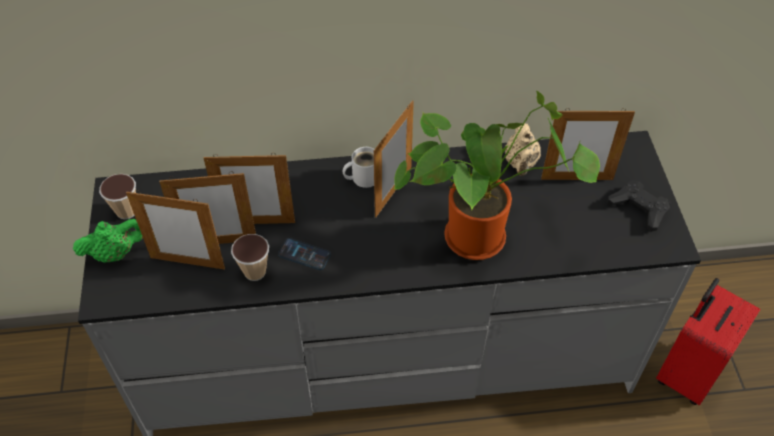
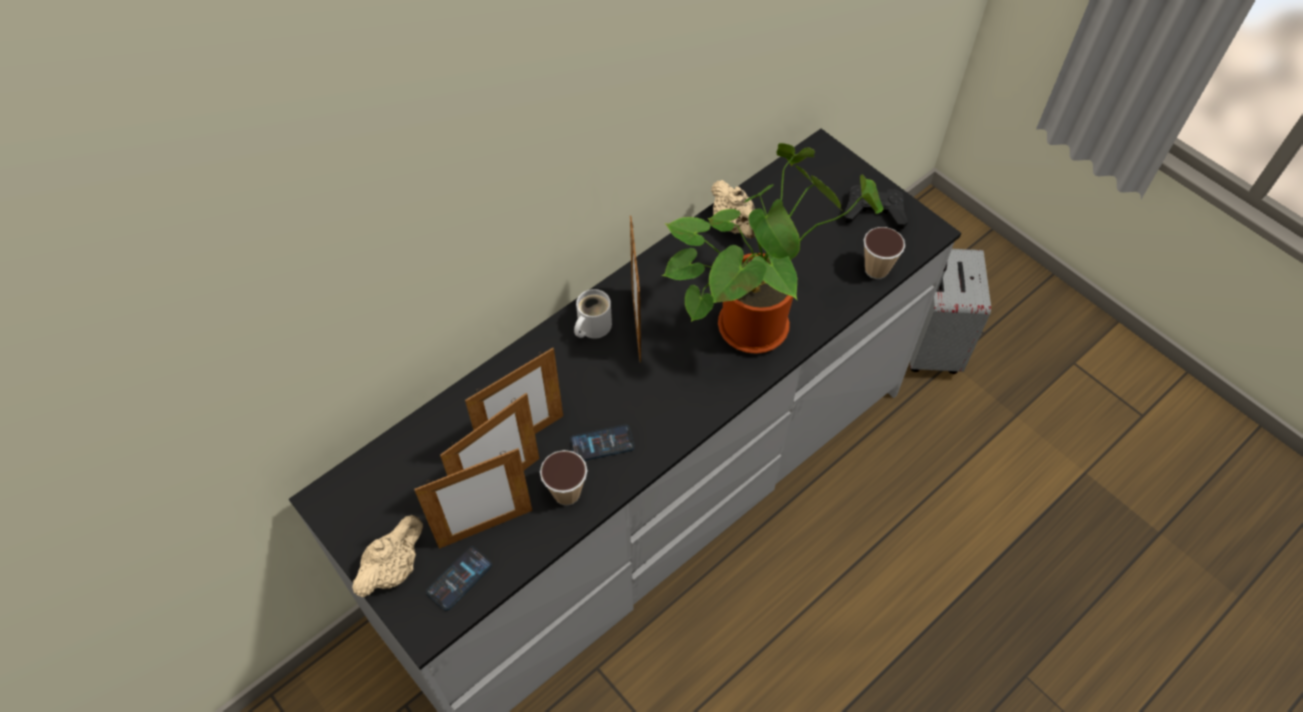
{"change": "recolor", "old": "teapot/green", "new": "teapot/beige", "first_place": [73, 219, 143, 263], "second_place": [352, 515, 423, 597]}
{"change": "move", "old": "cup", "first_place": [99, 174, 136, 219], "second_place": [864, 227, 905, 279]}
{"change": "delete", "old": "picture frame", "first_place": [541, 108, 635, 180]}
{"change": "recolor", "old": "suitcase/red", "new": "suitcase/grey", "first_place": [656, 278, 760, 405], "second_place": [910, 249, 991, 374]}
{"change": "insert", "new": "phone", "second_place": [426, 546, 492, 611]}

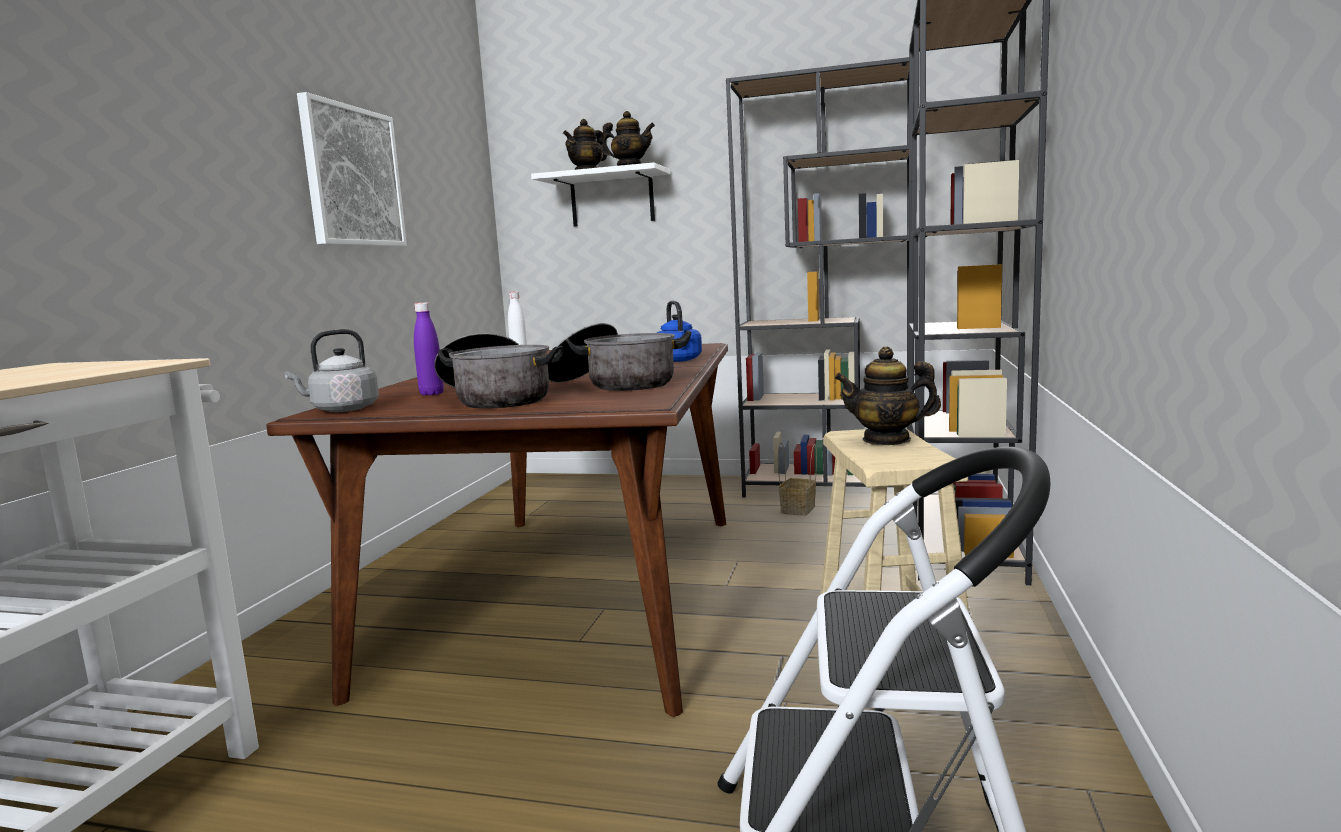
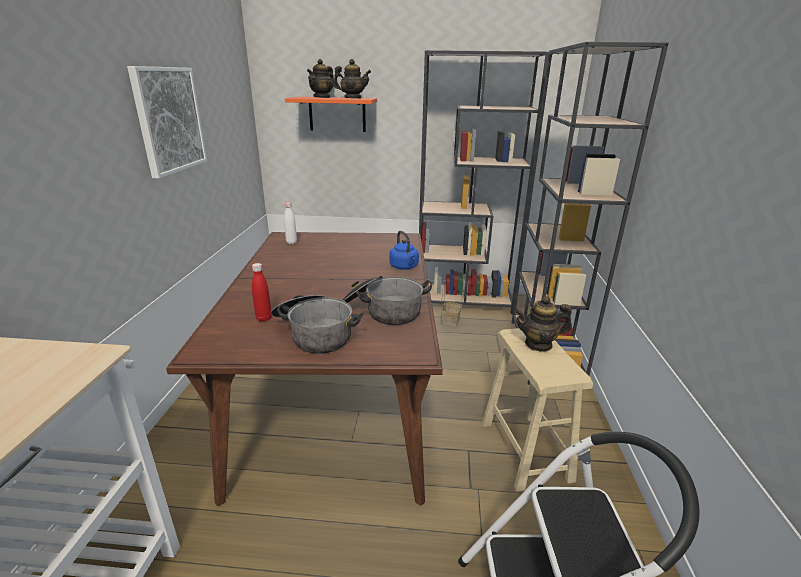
{"change": "delete", "old": "kettle/grey", "first_place": [284, 329, 379, 412]}
{"change": "recolor", "old": "bottle/purple", "new": "bottle/red", "first_place": [414, 302, 444, 396], "second_place": [252, 263, 272, 322]}
{"change": "recolor", "old": "shelf/white", "new": "shelf/orange", "first_place": [531, 162, 670, 226], "second_place": [285, 97, 377, 132]}

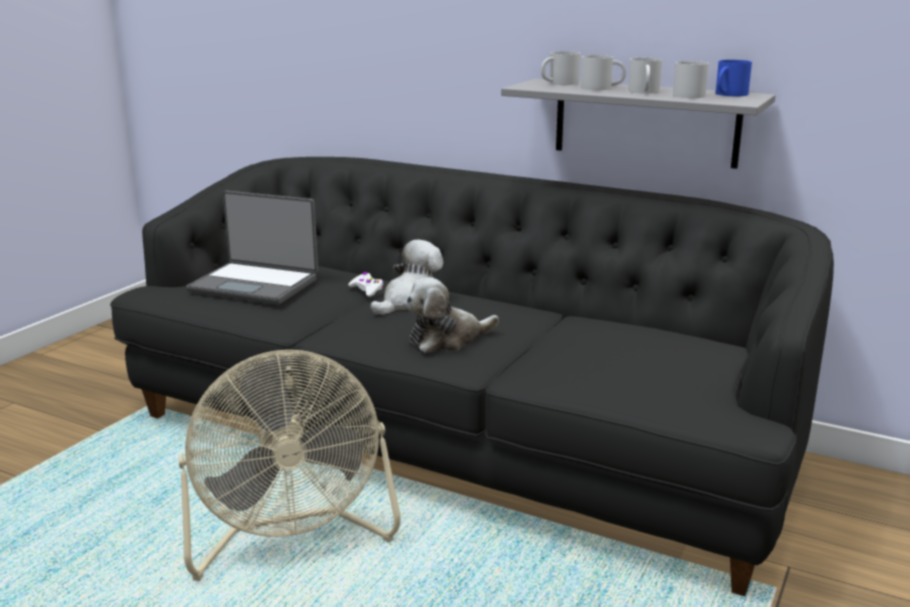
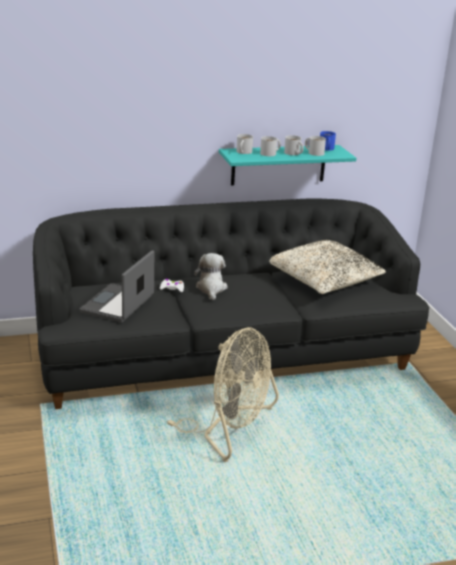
{"change": "rotate", "old": "laptop", "first_place": [186, 191, 318, 305], "second_place": [79, 250, 154, 323], "degrees": 135}
{"change": "delete", "old": "plush toy", "first_place": [405, 277, 499, 353]}
{"change": "recolor", "old": "shelf/grey", "new": "shelf/turquoise", "first_place": [501, 79, 776, 169], "second_place": [219, 145, 356, 185]}
{"change": "insert", "new": "pillow/beige", "second_place": [269, 240, 386, 294]}

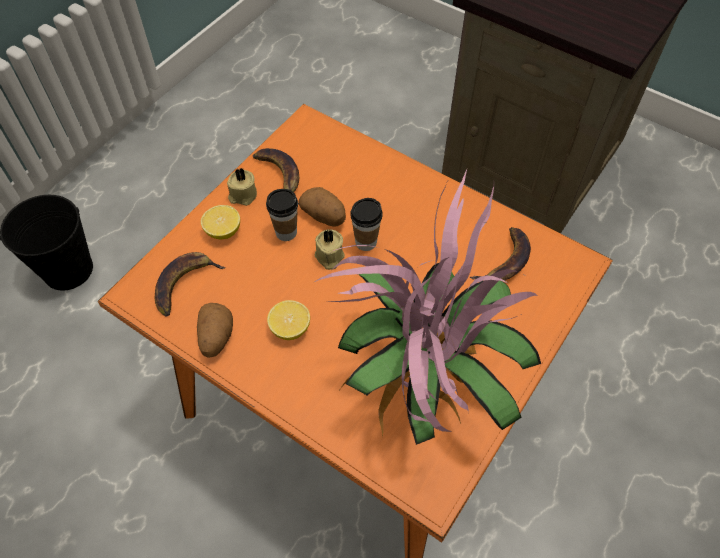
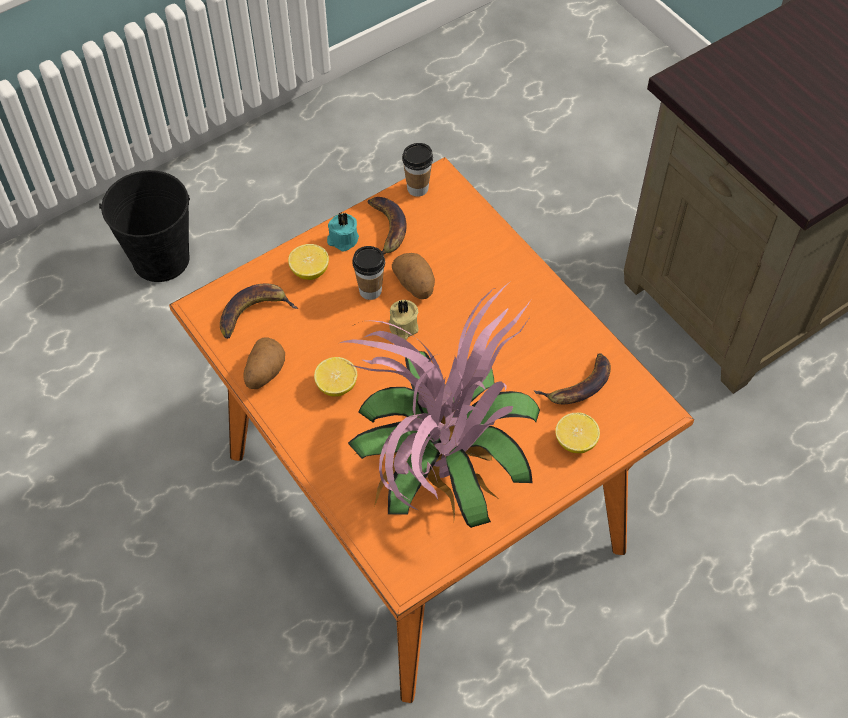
{"change": "recolor", "old": "candle/beige", "new": "candle/turquoise", "first_place": [227, 168, 257, 206], "second_place": [327, 212, 359, 252]}
{"change": "move", "old": "cup", "first_place": [350, 198, 382, 251], "second_place": [402, 143, 433, 197]}
{"change": "insert", "new": "lemon", "second_place": [555, 412, 600, 453]}

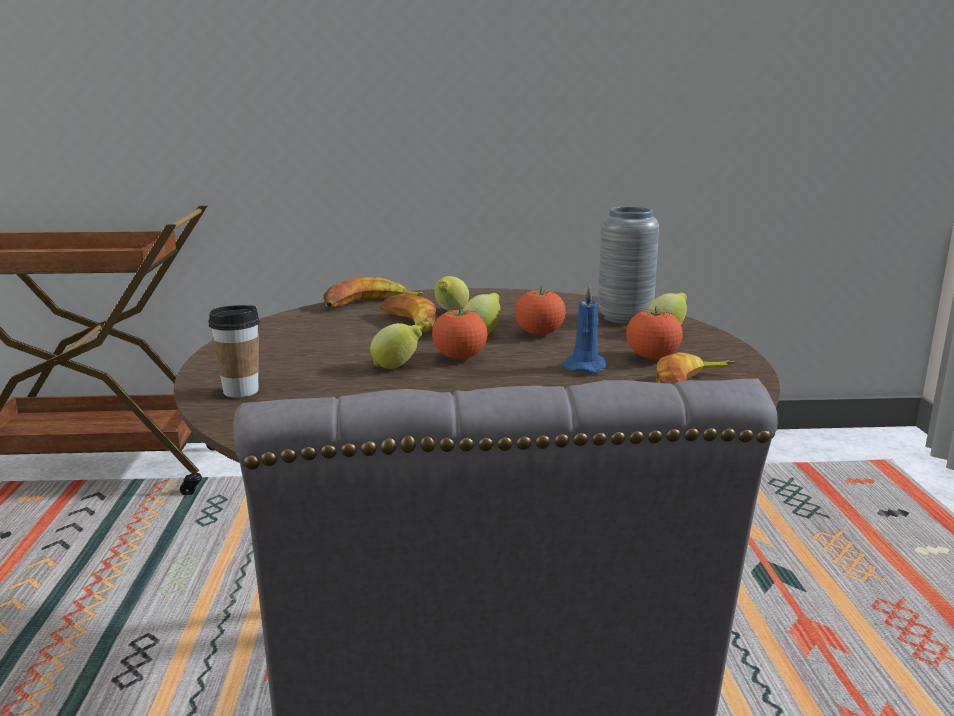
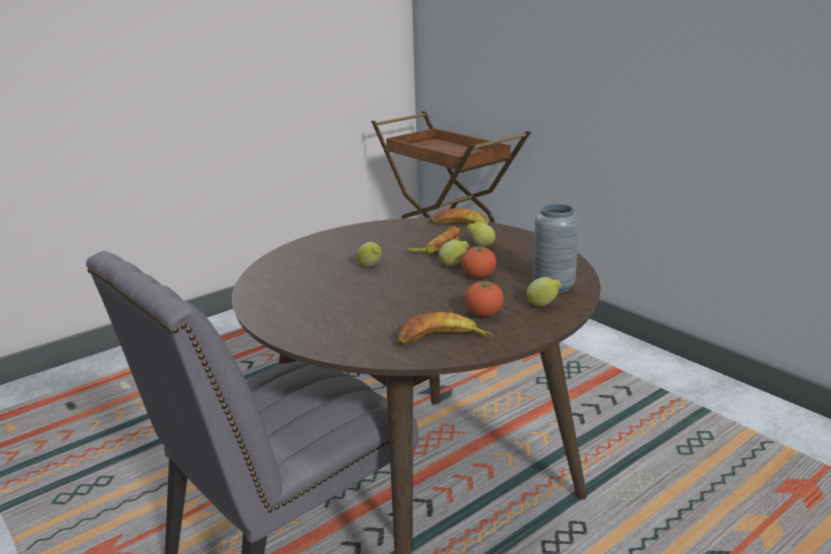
{"change": "delete", "old": "cup", "first_place": [208, 305, 260, 398]}
{"change": "delete", "old": "tomato", "first_place": [432, 306, 487, 359]}
{"change": "delete", "old": "candle/blue", "first_place": [563, 285, 606, 373]}

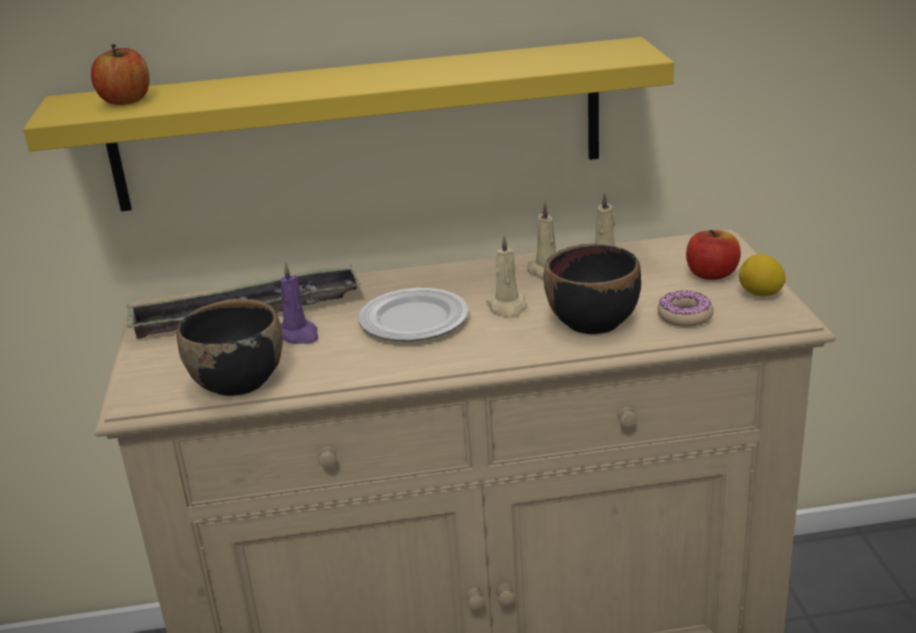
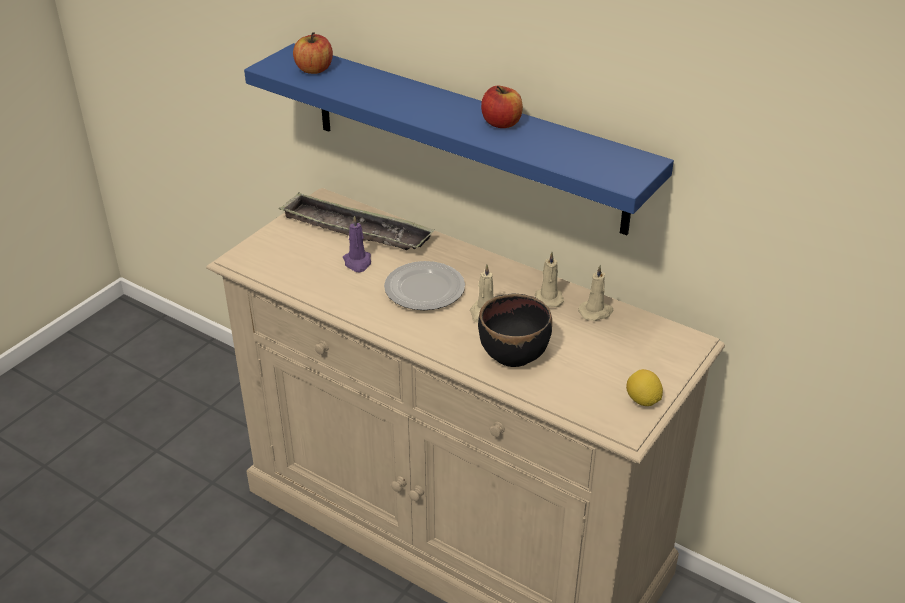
{"change": "recolor", "old": "shelf/yellow", "new": "shelf/blue", "first_place": [23, 37, 674, 211], "second_place": [244, 43, 674, 235]}
{"change": "delete", "old": "bowl/black", "first_place": [176, 299, 283, 396]}
{"change": "delete", "old": "donut", "first_place": [657, 290, 714, 327]}
{"change": "move", "old": "apple", "first_place": [686, 230, 741, 280], "second_place": [481, 86, 523, 128]}

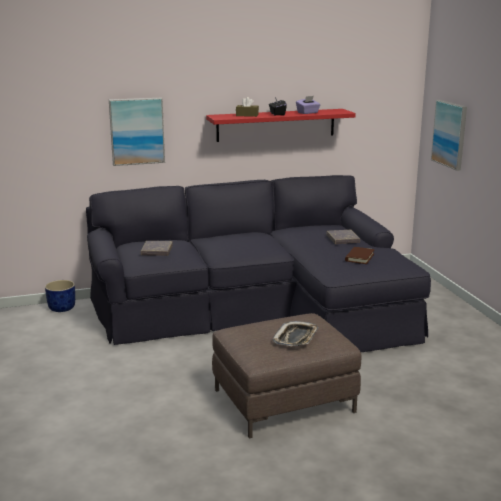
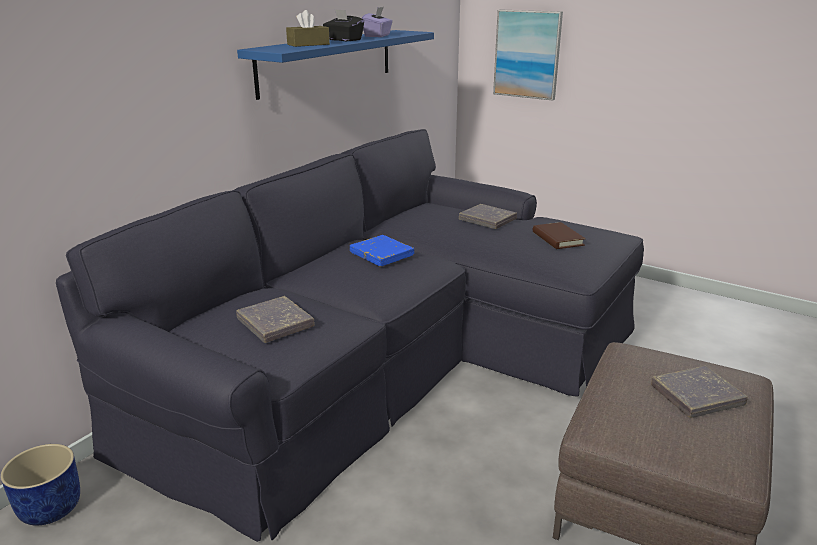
{"change": "delete", "old": "picture", "first_place": [109, 98, 165, 166]}
{"change": "recolor", "old": "shelf/red", "new": "shelf/blue", "first_place": [206, 109, 356, 142], "second_place": [237, 30, 434, 100]}
{"change": "replace", "old": "tray", "new": "book/grey", "first_place": [273, 321, 319, 346], "second_place": [651, 366, 748, 418]}
{"change": "insert", "new": "book/blue", "second_place": [350, 235, 414, 267]}

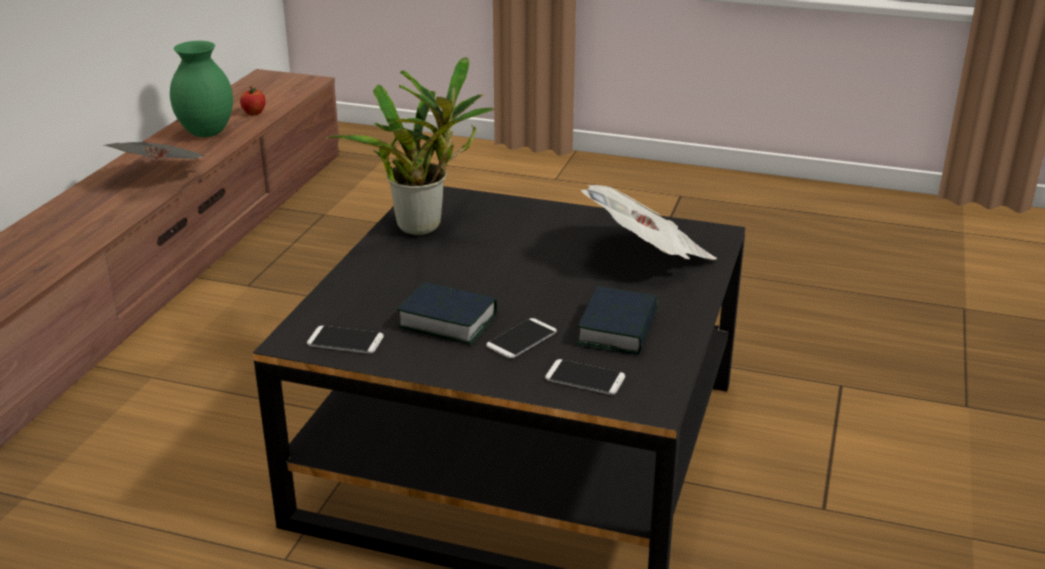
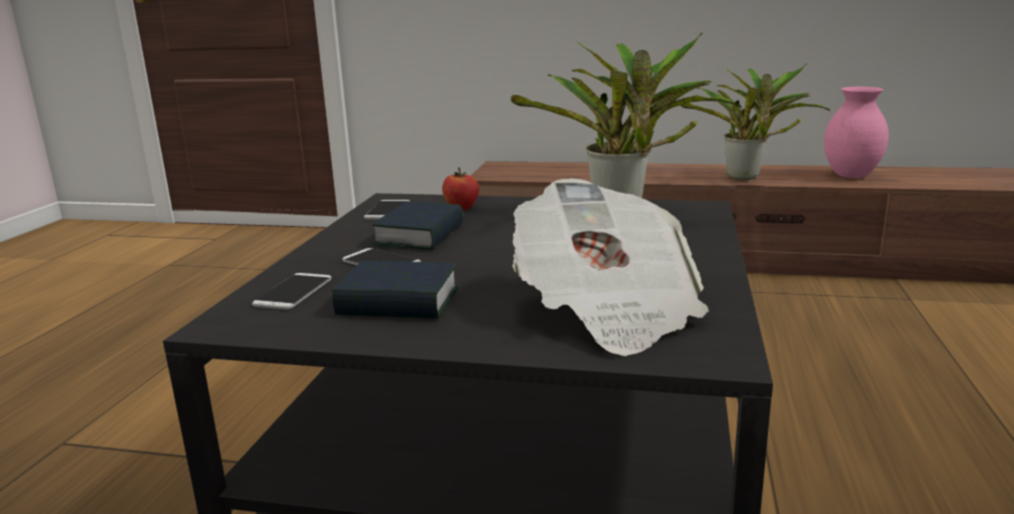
{"change": "replace", "old": "newspaper", "new": "potted plant", "first_place": [104, 142, 204, 161], "second_place": [680, 63, 830, 180]}
{"change": "recolor", "old": "vase/green", "new": "vase/pink", "first_place": [170, 41, 233, 137], "second_place": [824, 87, 889, 178]}
{"change": "move", "old": "apple", "first_place": [240, 86, 266, 115], "second_place": [442, 167, 479, 210]}

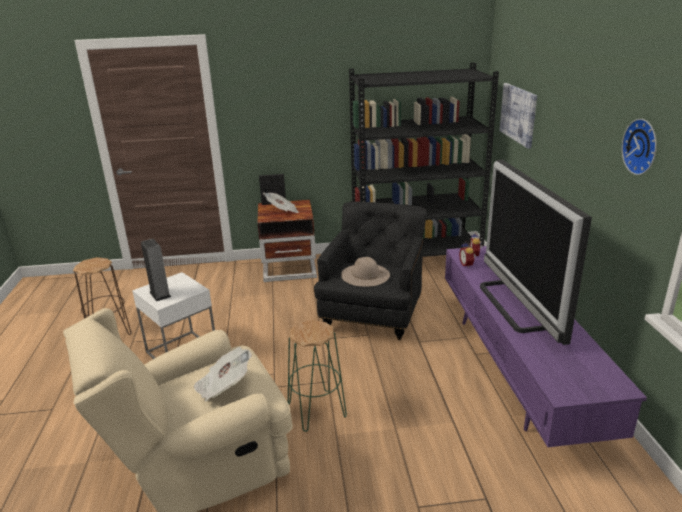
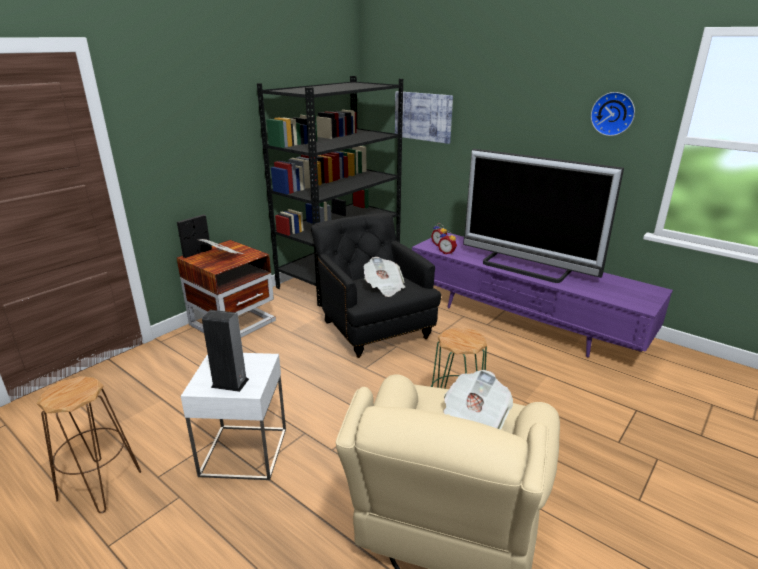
{"change": "replace", "old": "hat/beige", "new": "newspaper", "first_place": [341, 257, 390, 287], "second_place": [363, 257, 405, 297]}

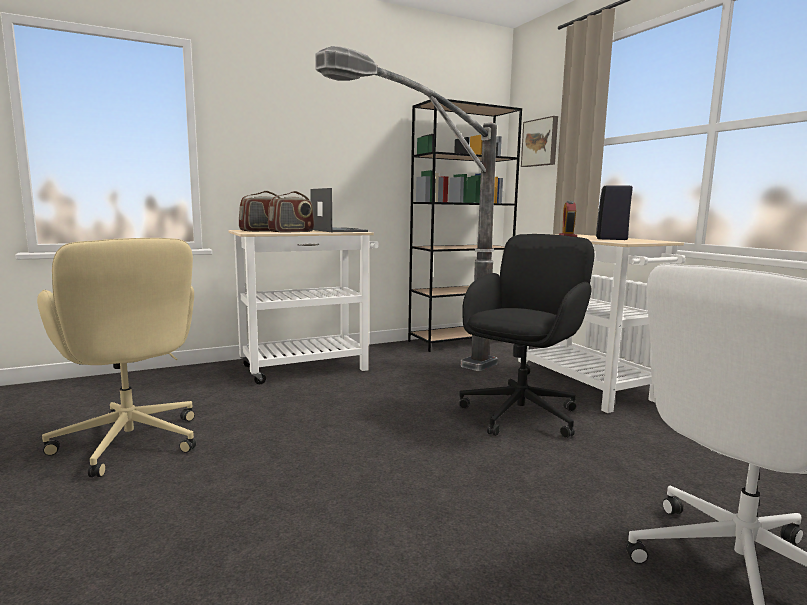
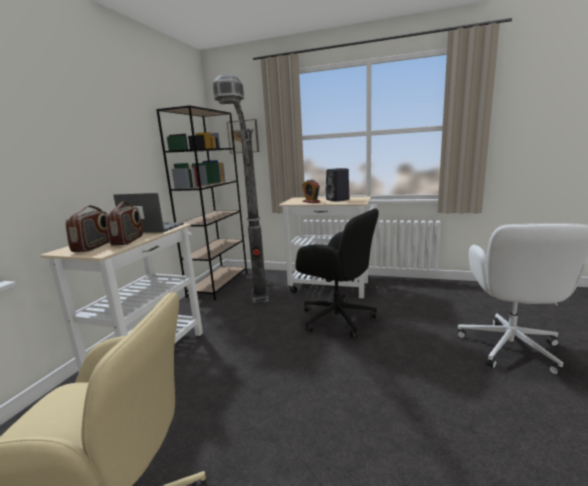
{"change": "rotate", "old": "office chair/black", "first_place": [459, 234, 594, 438], "second_place": [295, 208, 379, 339], "degrees": 135}

